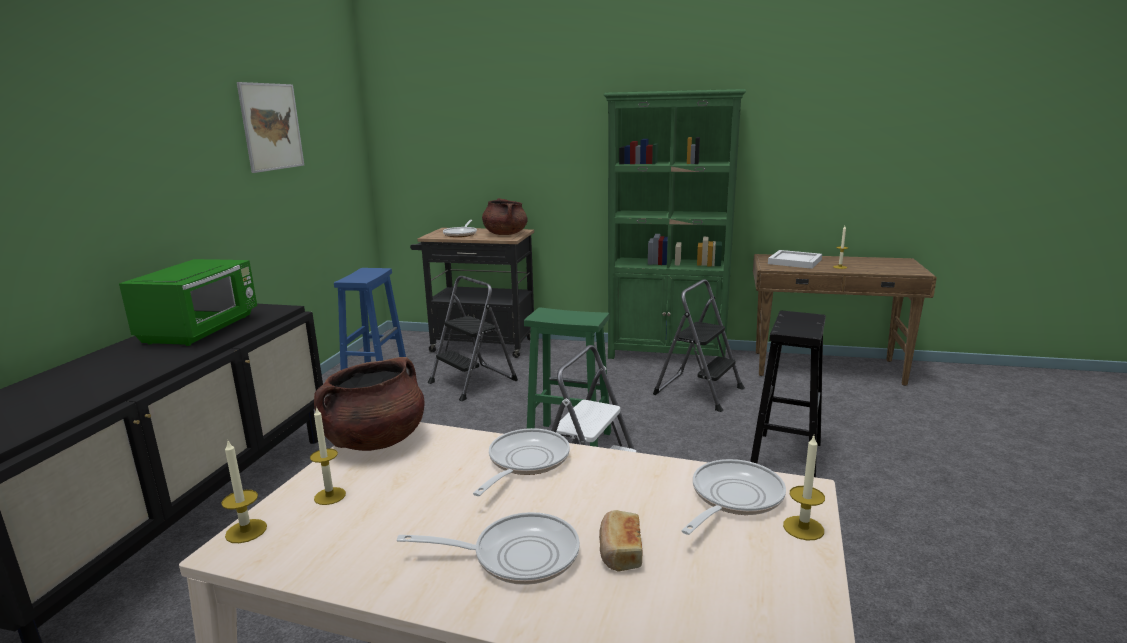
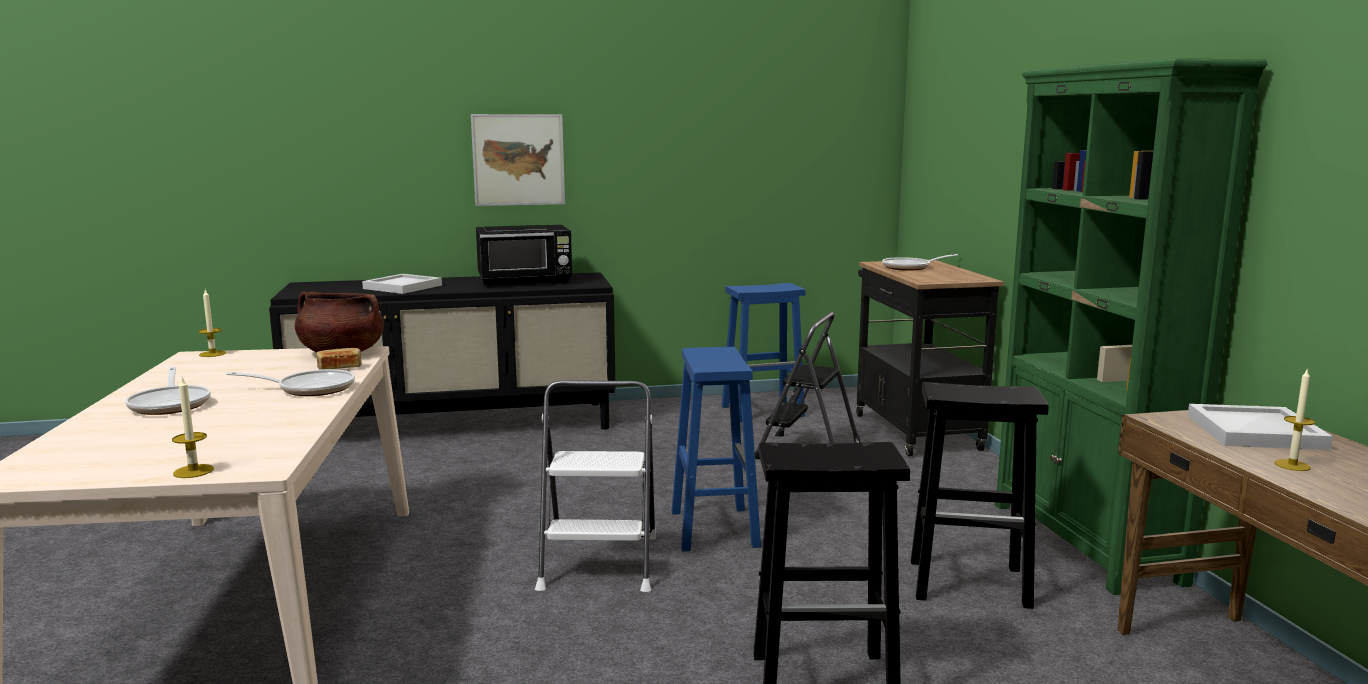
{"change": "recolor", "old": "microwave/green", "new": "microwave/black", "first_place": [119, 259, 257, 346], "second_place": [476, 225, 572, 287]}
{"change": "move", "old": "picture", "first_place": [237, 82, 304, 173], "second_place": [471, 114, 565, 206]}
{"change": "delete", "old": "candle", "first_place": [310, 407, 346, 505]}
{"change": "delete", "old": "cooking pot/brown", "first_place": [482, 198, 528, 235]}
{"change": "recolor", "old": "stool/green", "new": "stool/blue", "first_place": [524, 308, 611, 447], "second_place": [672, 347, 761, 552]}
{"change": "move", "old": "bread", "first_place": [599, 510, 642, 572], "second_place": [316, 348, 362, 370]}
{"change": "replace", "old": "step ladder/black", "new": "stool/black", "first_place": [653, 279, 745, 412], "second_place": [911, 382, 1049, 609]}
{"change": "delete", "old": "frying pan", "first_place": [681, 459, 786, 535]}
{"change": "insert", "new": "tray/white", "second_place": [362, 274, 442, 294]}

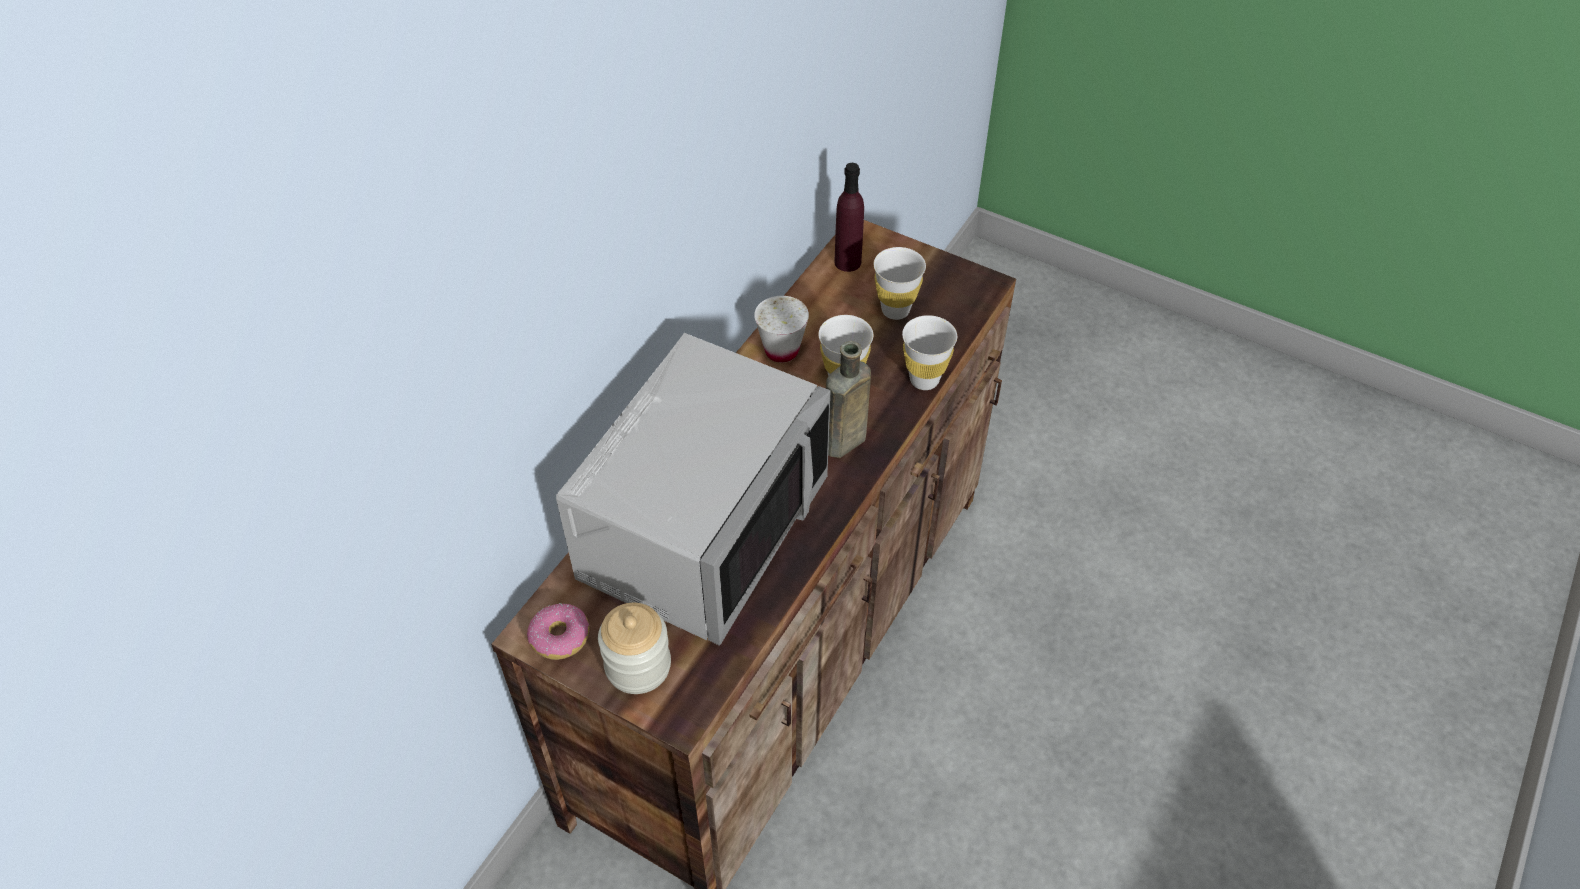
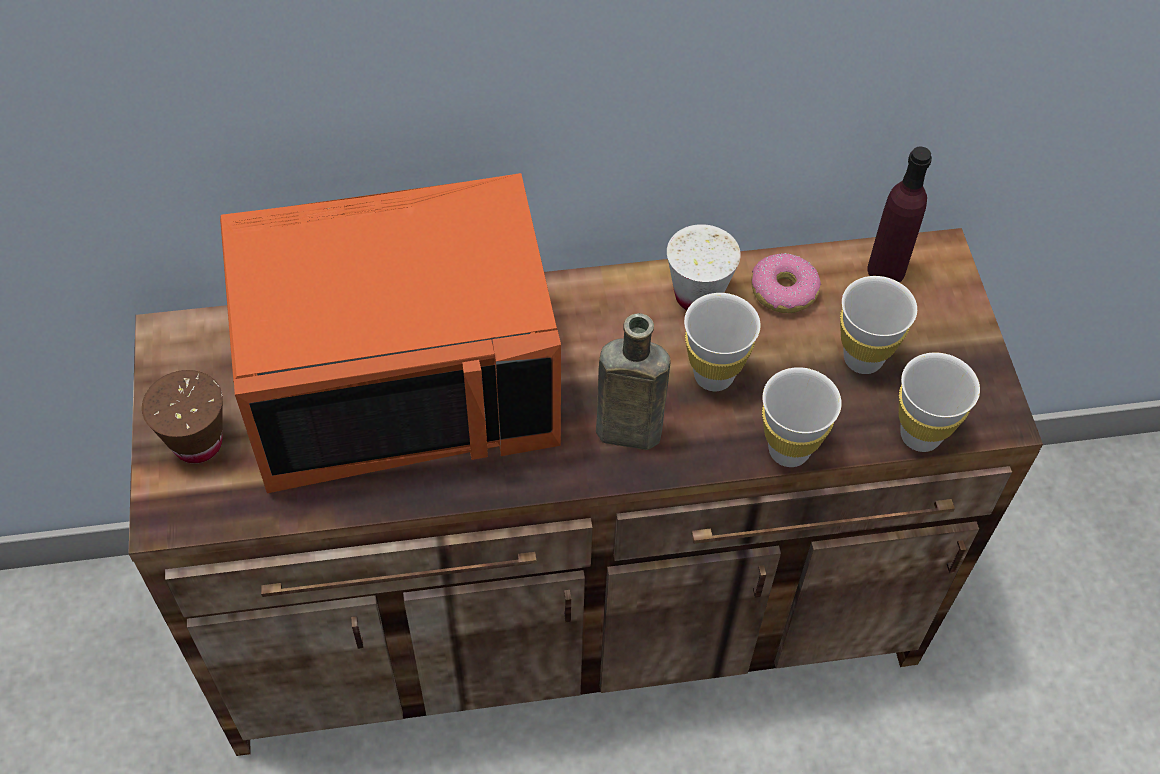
{"change": "move", "old": "donut", "first_place": [527, 603, 589, 660], "second_place": [751, 253, 821, 313]}
{"change": "recolor", "old": "microwave/grey", "new": "microwave/orange", "first_place": [556, 333, 831, 646], "second_place": [220, 173, 561, 493]}
{"change": "replace", "old": "jar", "new": "cup/brown", "first_place": [598, 603, 671, 694], "second_place": [142, 370, 223, 463]}
{"change": "insert", "new": "cup/white", "second_place": [899, 353, 980, 452]}

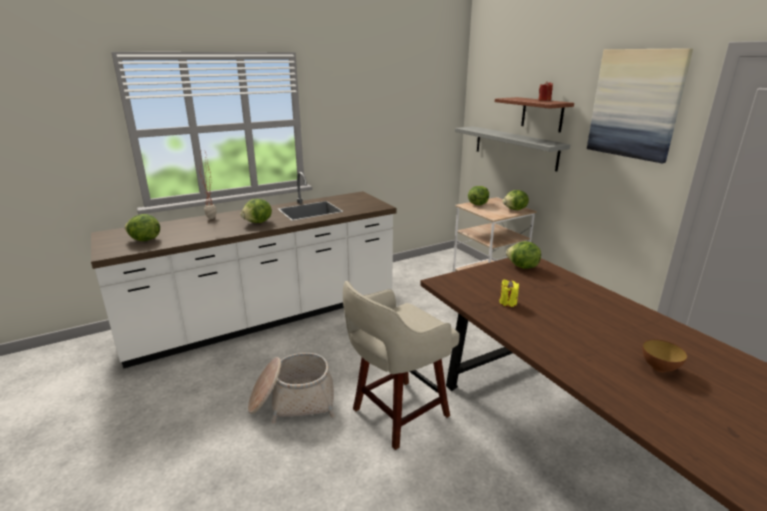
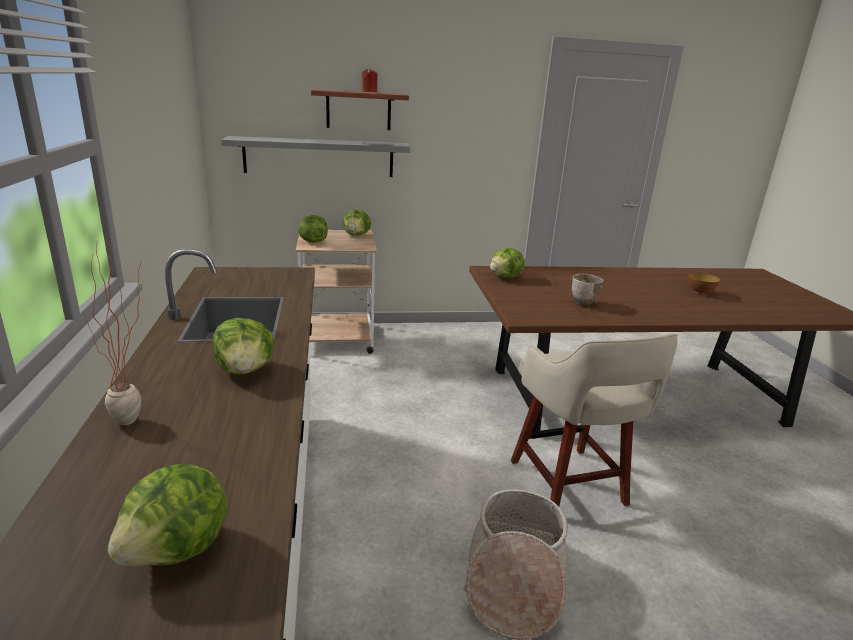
{"change": "replace", "old": "candle/yellow", "new": "bowl", "first_place": [499, 279, 519, 307], "second_place": [572, 274, 604, 306]}
{"change": "delete", "old": "picture", "first_place": [587, 48, 693, 163]}

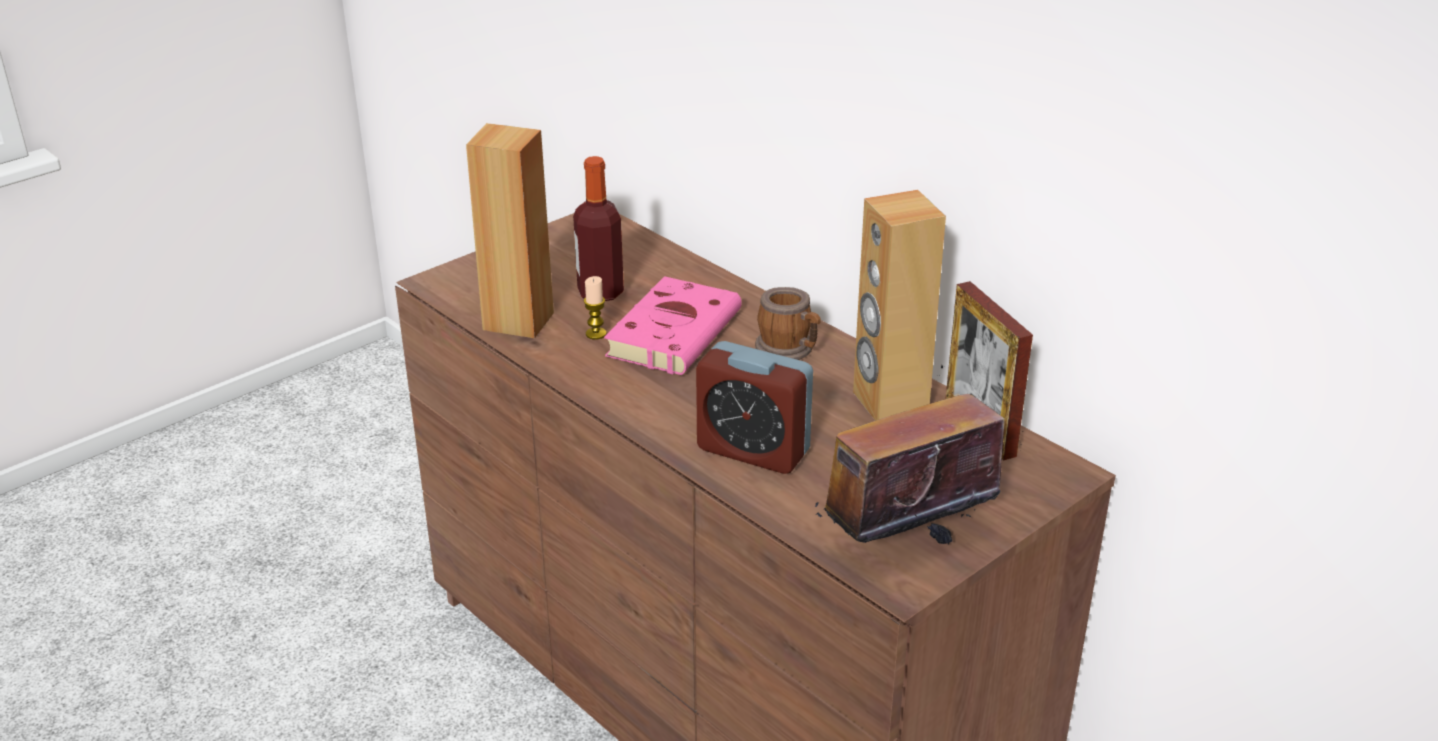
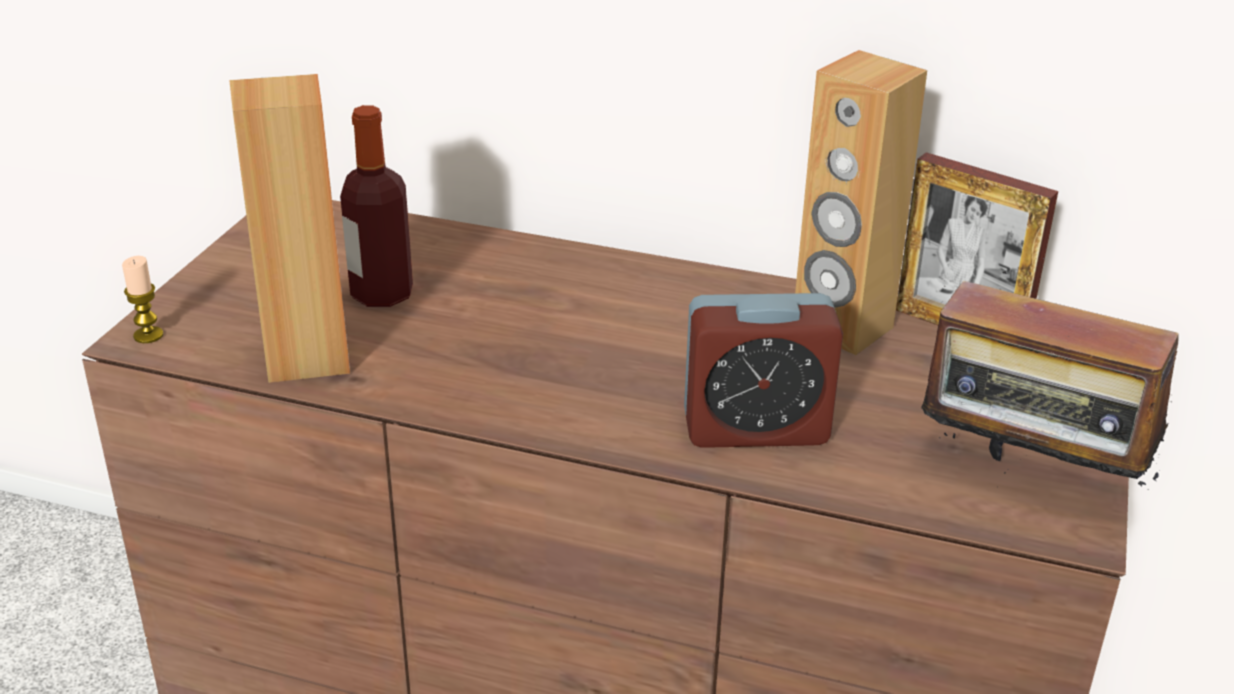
{"change": "move", "old": "candle", "first_place": [584, 276, 607, 340], "second_place": [122, 256, 163, 343]}
{"change": "delete", "old": "book/pink", "first_place": [604, 276, 742, 375]}
{"change": "delete", "old": "mug", "first_place": [755, 287, 821, 360]}
{"change": "rotate", "old": "radio", "first_place": [815, 364, 1023, 545], "second_place": [921, 258, 1179, 486], "degrees": -90}

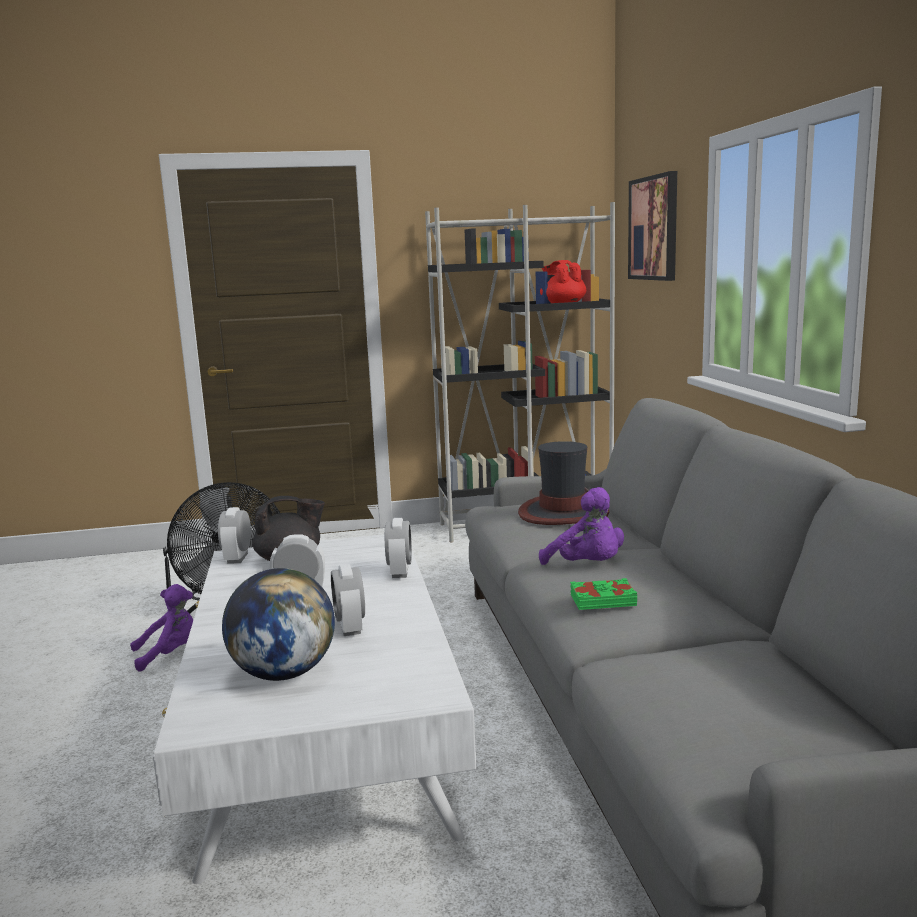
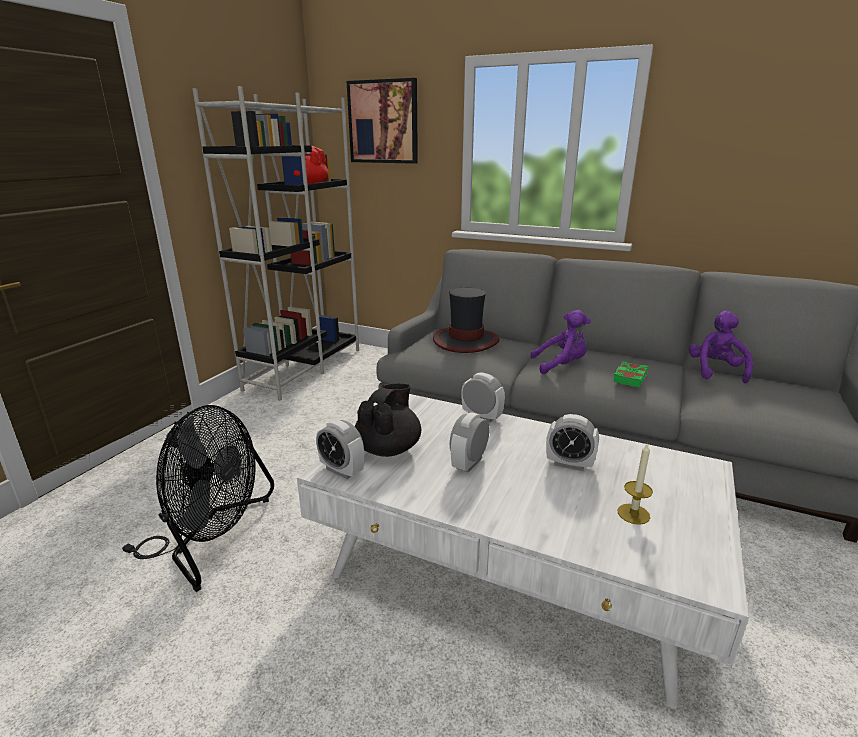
{"change": "move", "old": "plush toy/purple", "first_place": [130, 584, 193, 672], "second_place": [689, 311, 753, 383]}
{"change": "replace", "old": "globe", "new": "candle", "first_place": [222, 568, 335, 681], "second_place": [617, 442, 653, 525]}

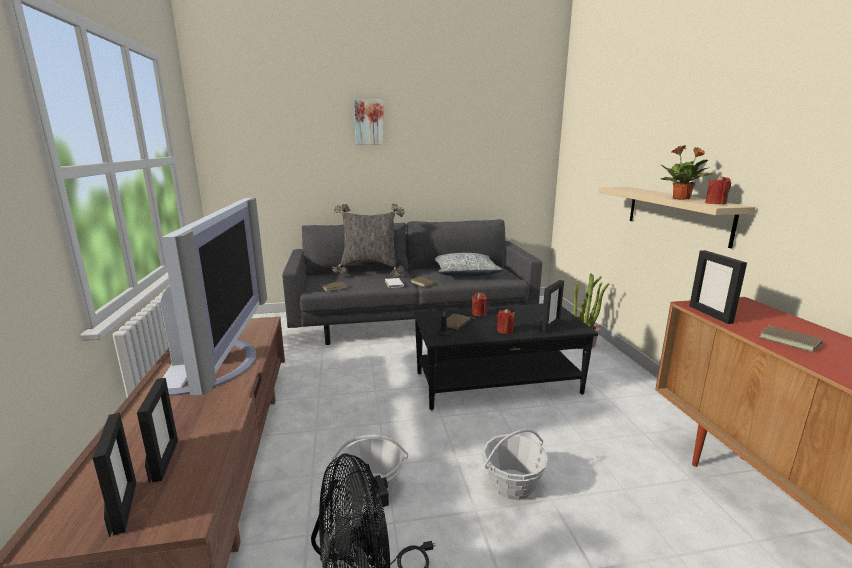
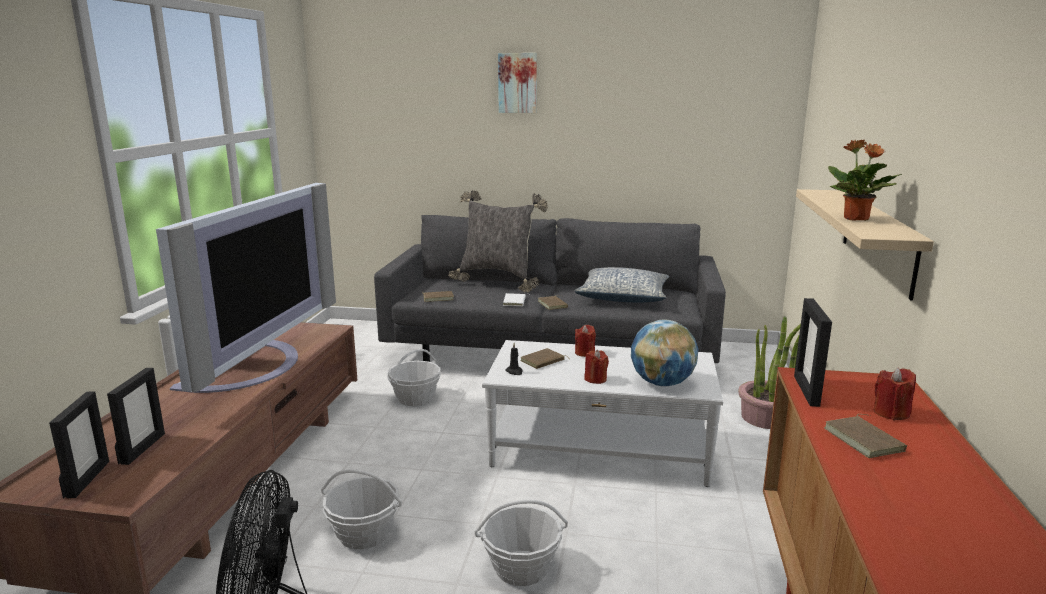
{"change": "recolor", "old": "coffee table/black", "new": "coffee table/white", "first_place": [414, 303, 598, 410], "second_place": [482, 340, 723, 487]}
{"change": "replace", "old": "picture frame", "new": "globe", "first_place": [539, 280, 564, 334], "second_place": [631, 319, 698, 387]}
{"change": "move", "old": "candle/red", "first_place": [705, 175, 731, 204], "second_place": [874, 368, 916, 420]}
{"change": "insert", "new": "basket", "second_place": [387, 349, 441, 406]}

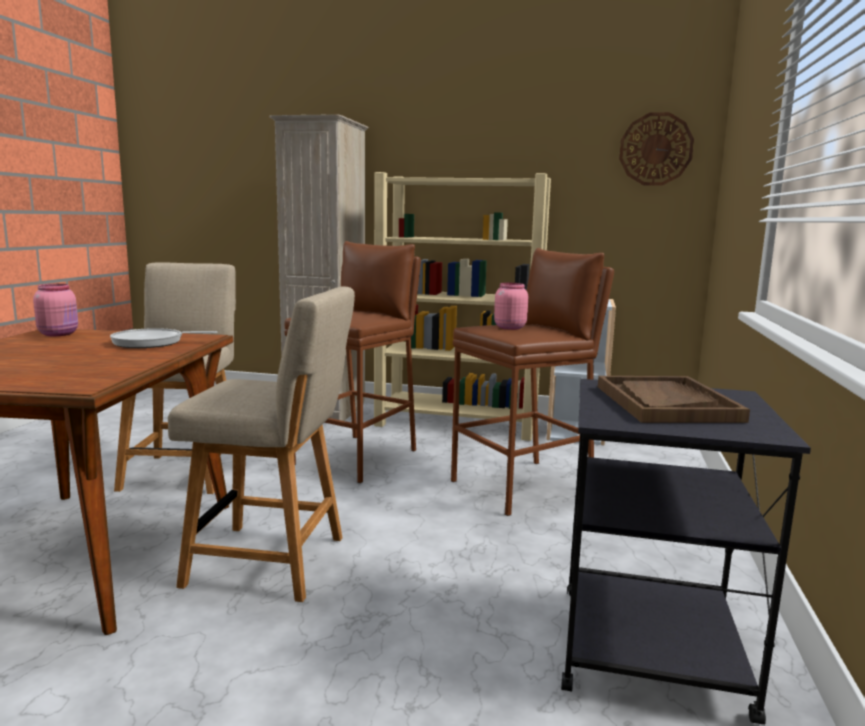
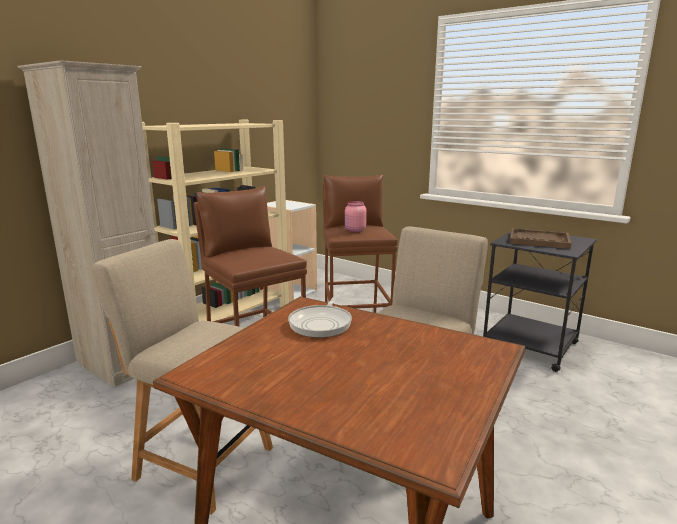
{"change": "delete", "old": "jar/pink", "first_place": [33, 284, 78, 336]}
{"change": "delete", "old": "wall clock", "first_place": [619, 112, 694, 186]}

